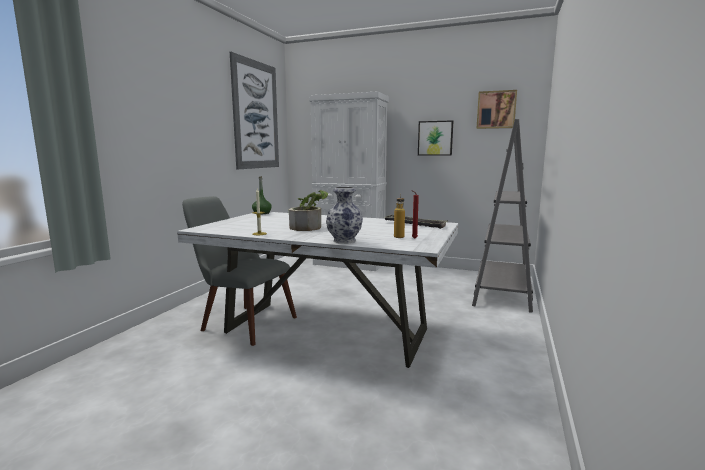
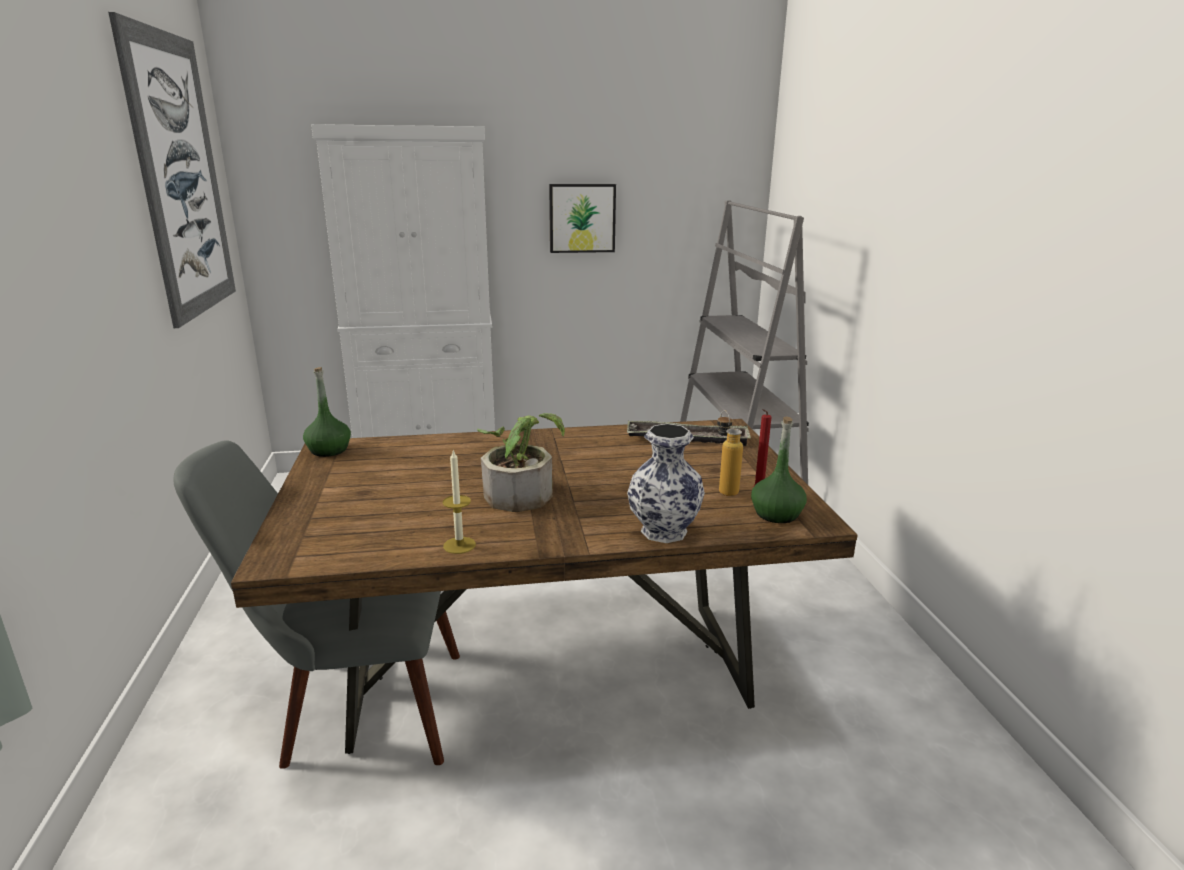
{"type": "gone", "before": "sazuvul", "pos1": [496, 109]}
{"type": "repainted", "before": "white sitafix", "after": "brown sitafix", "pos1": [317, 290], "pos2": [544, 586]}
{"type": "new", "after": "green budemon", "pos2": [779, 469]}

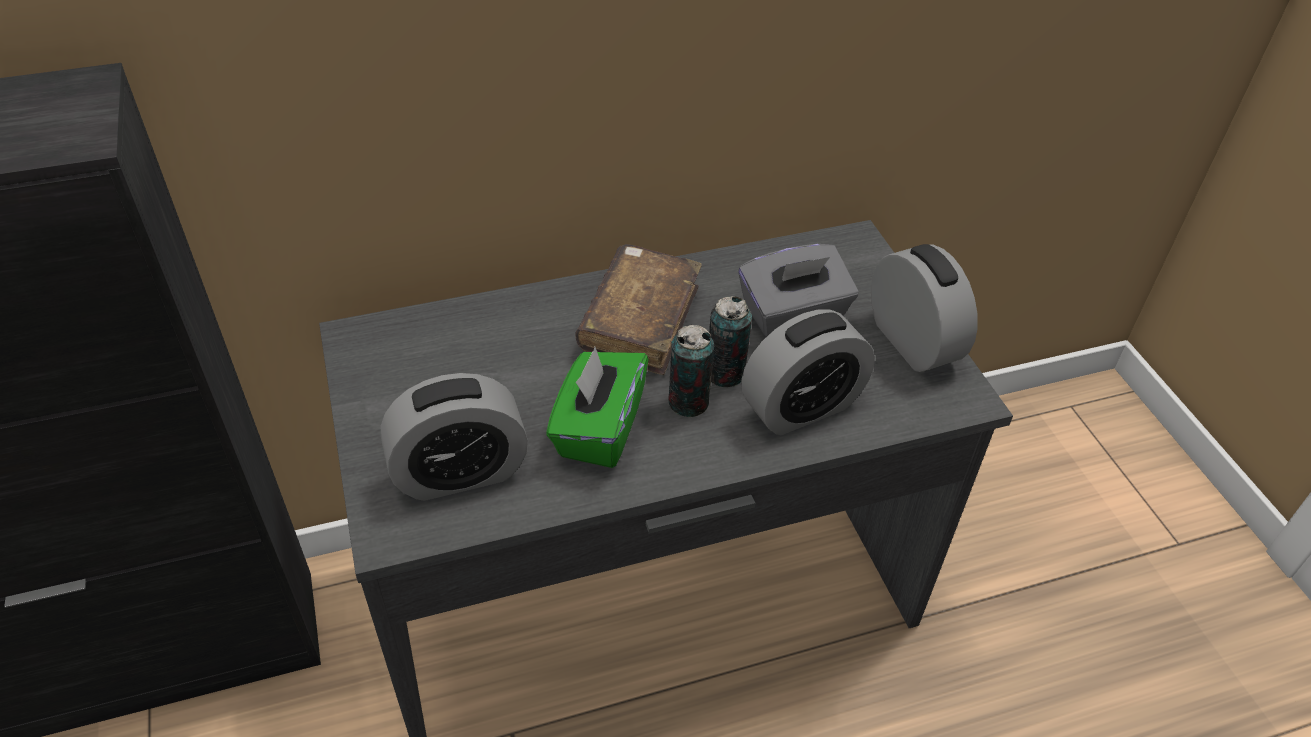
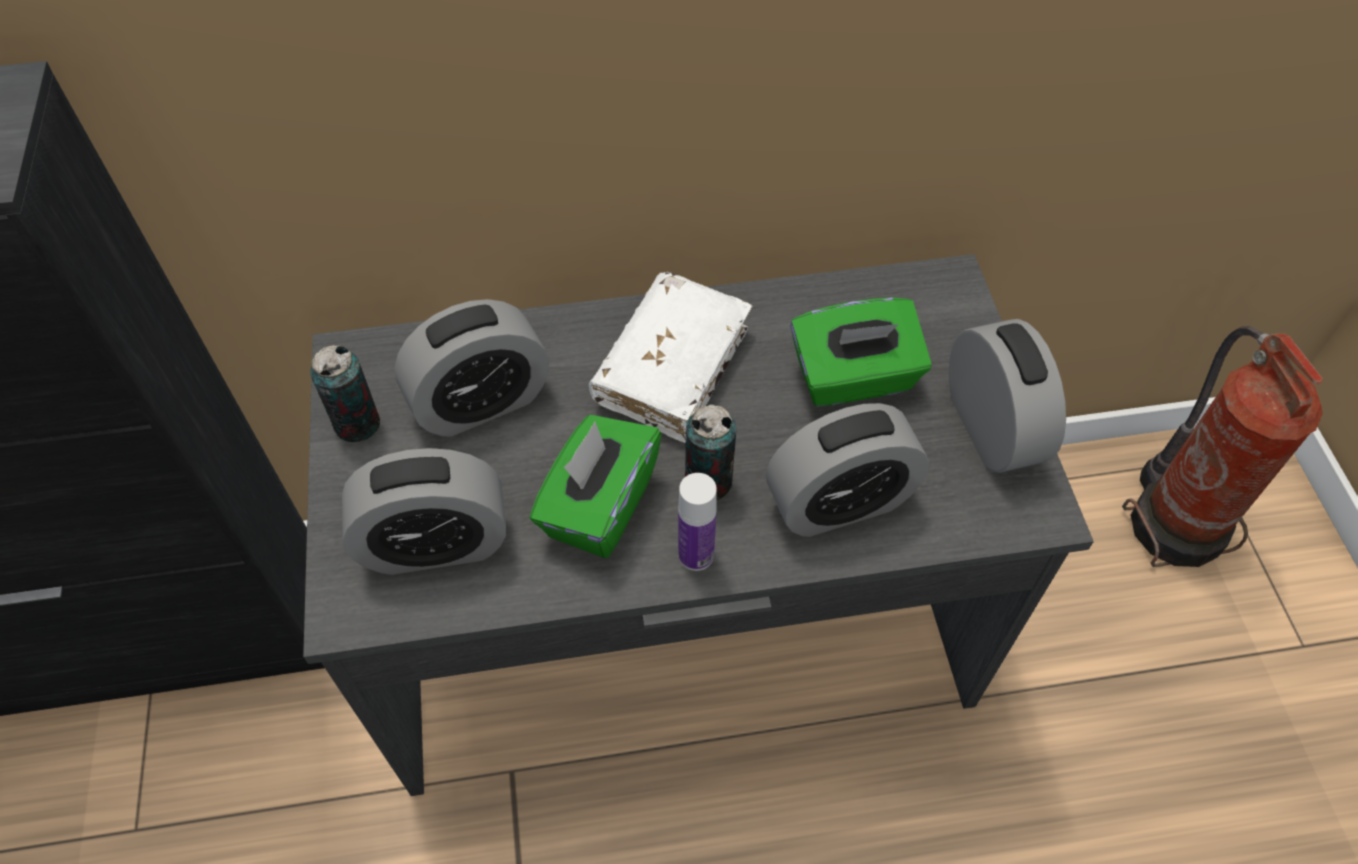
{"type": "repainted", "before": "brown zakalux", "after": "white zakalux", "pos1": [639, 309], "pos2": [670, 357]}
{"type": "repainted", "before": "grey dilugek", "after": "green dilugek", "pos1": [798, 290], "pos2": [861, 352]}
{"type": "shifted", "before": "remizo", "pos1": [730, 341], "pos2": [345, 393]}
{"type": "new", "after": "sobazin", "pos2": [471, 368]}
{"type": "new", "after": "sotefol", "pos2": [1222, 446]}
{"type": "new", "after": "budemon", "pos2": [697, 522]}

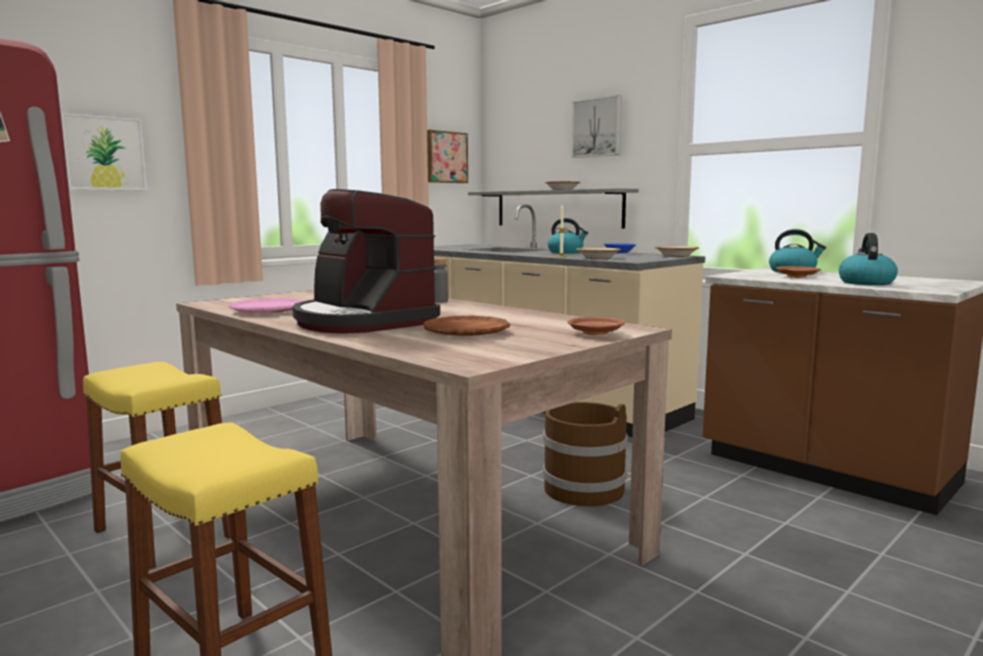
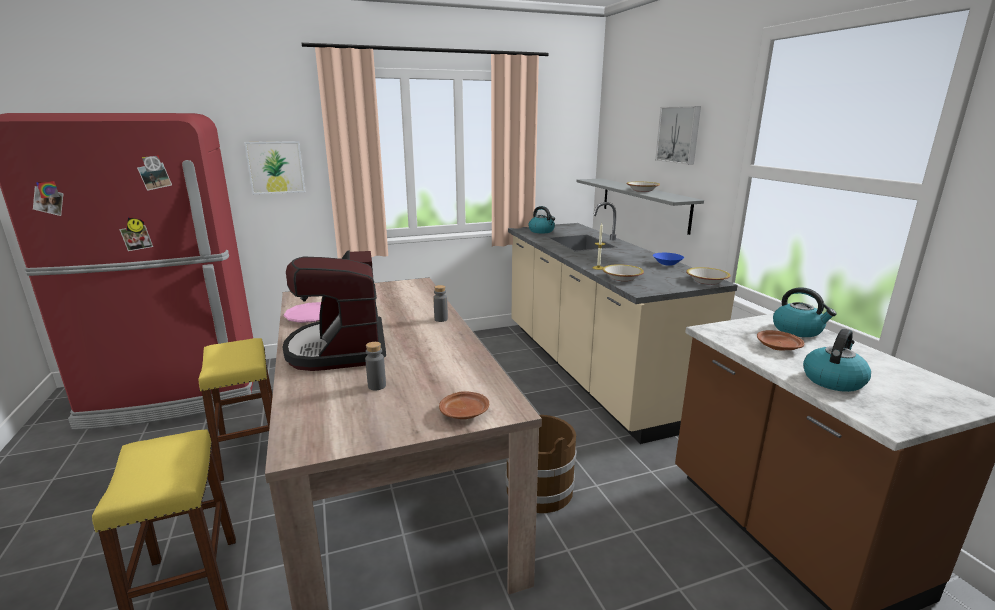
{"type": "gone", "before": "sazuvul", "pos1": [447, 156]}
{"type": "shifted", "before": "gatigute", "pos1": [568, 235], "pos2": [541, 219]}
{"type": "swapped", "before": "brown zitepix", "after": "grey budemon", "pos1": [466, 326], "pos2": [375, 366]}

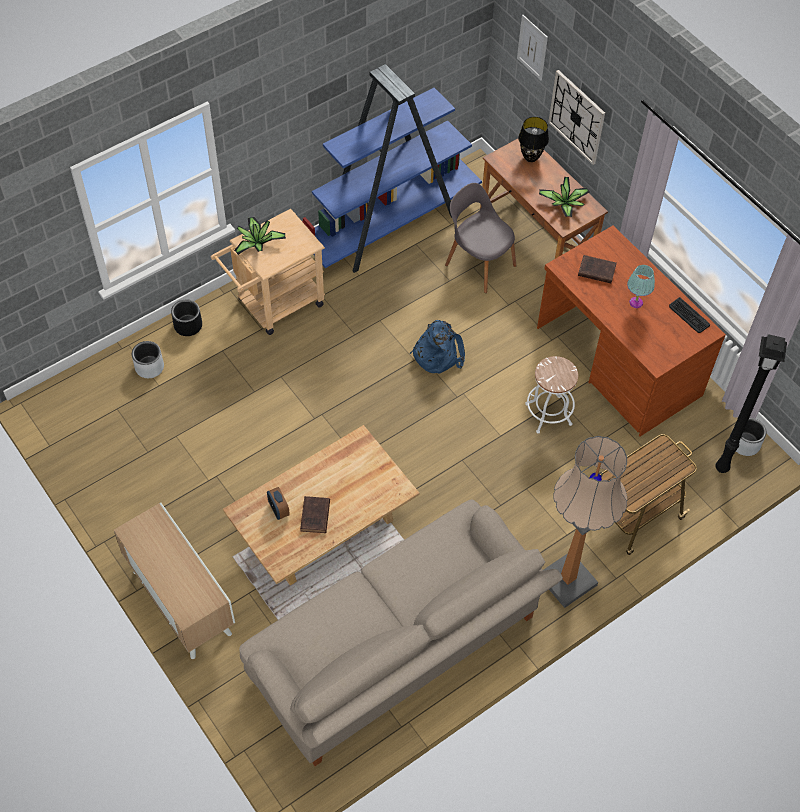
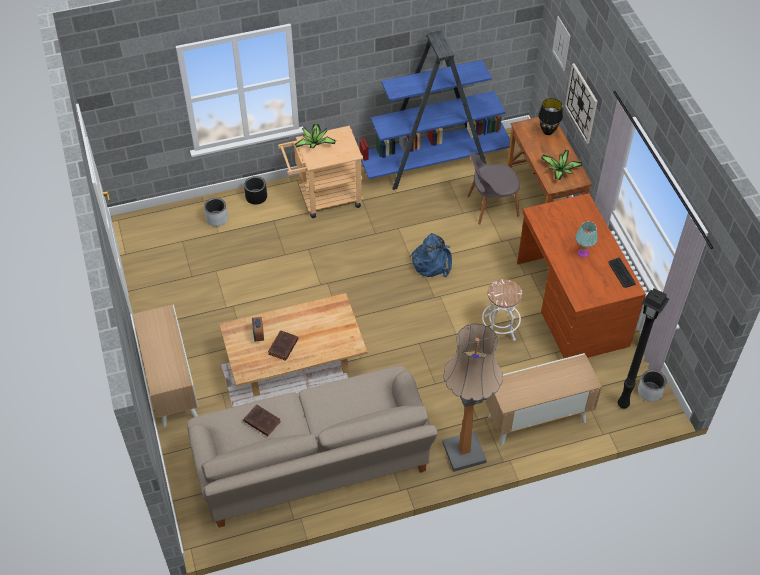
{"type": "rotated", "before": "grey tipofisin", "pos1": [480, 238], "pos2": [493, 188], "turn": -75}
{"type": "shifted", "before": "brown zakalux", "pos1": [597, 269], "pos2": [262, 420]}
{"type": "swapped", "before": "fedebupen", "after": "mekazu", "pos1": [648, 494], "pos2": [543, 399]}

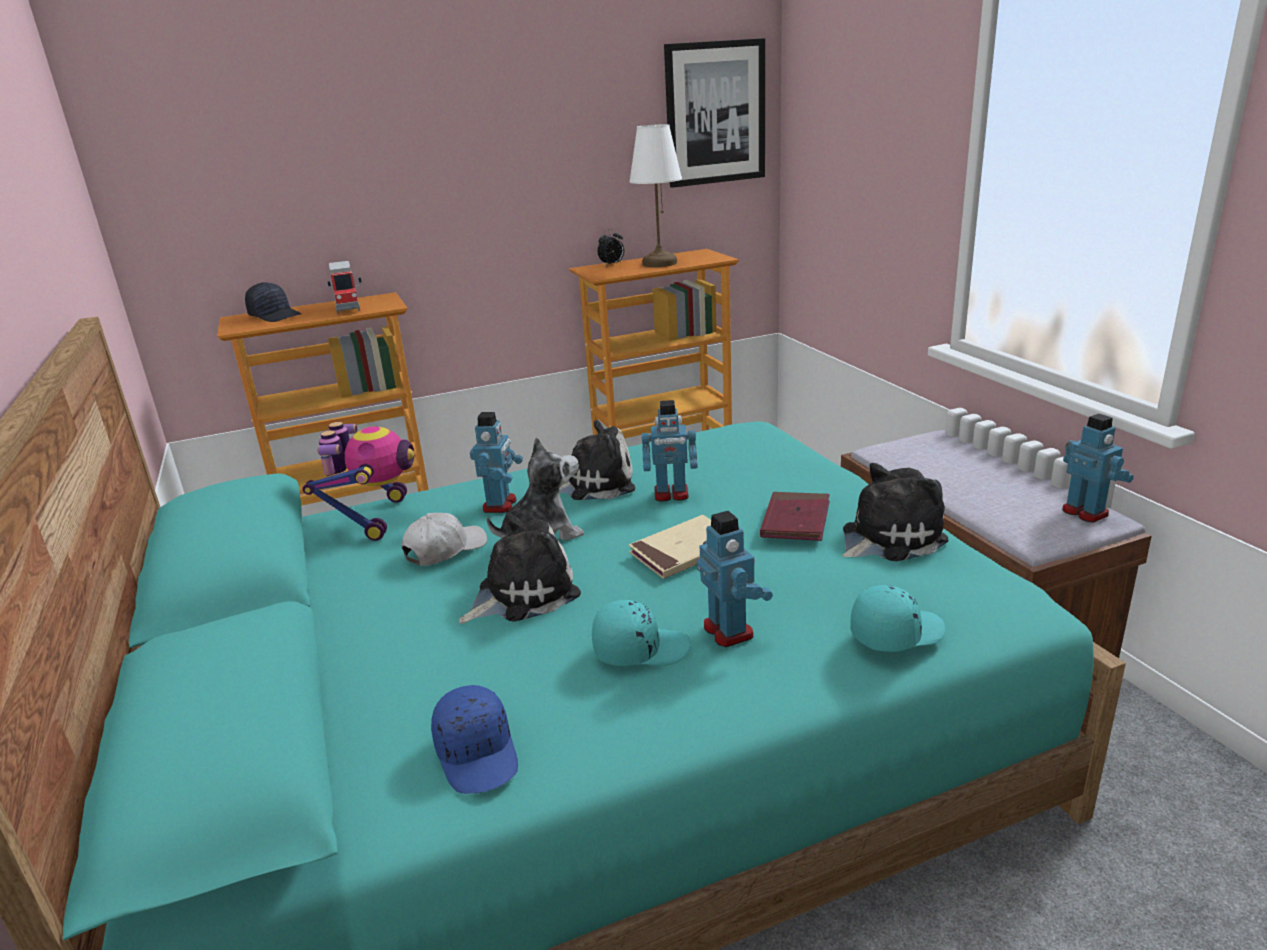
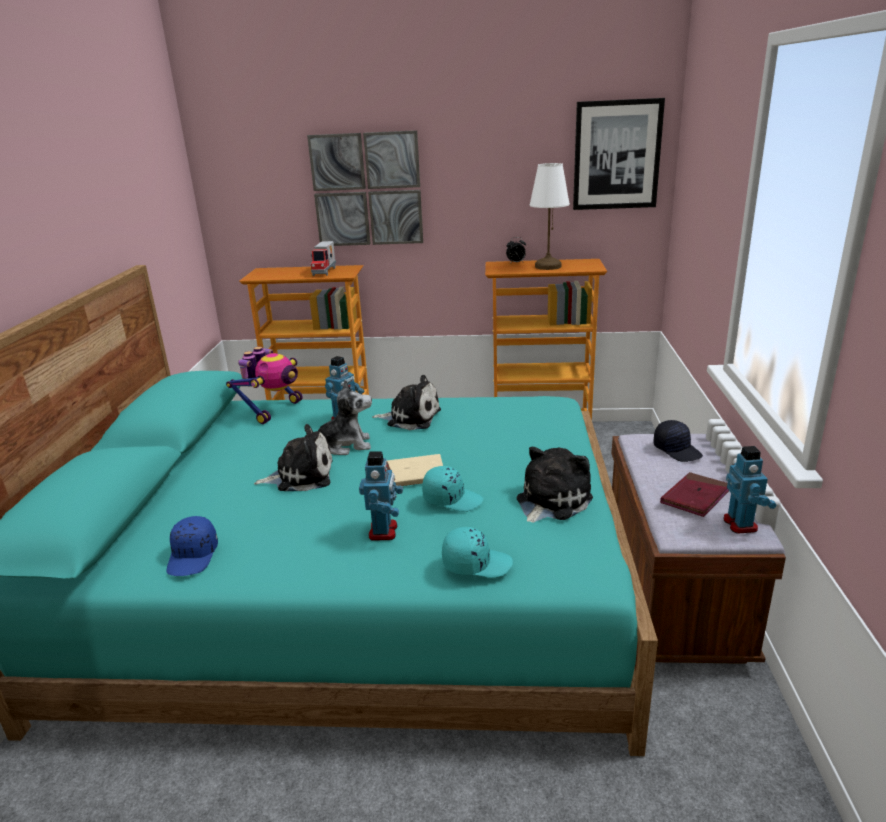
{"type": "shifted", "before": "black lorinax", "pos1": [273, 302], "pos2": [678, 441]}
{"type": "gone", "before": "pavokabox", "pos1": [670, 451]}
{"type": "rotated", "before": "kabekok", "pos1": [895, 512], "pos2": [555, 484], "turn": -45}
{"type": "shifted", "before": "red zakalux", "pos1": [795, 516], "pos2": [694, 494]}
{"type": "gone", "before": "white lorinax", "pos1": [444, 539]}
{"type": "shifted", "before": "turquoise lorinax", "pos1": [641, 633], "pos2": [452, 489]}
{"type": "new", "after": "sazuvul", "pos2": [365, 188]}

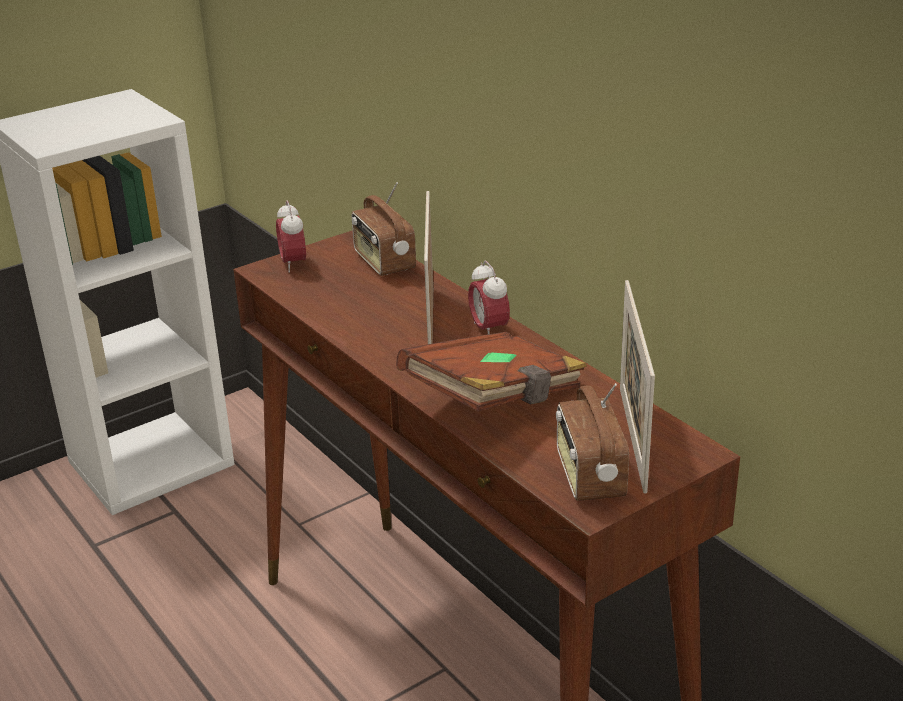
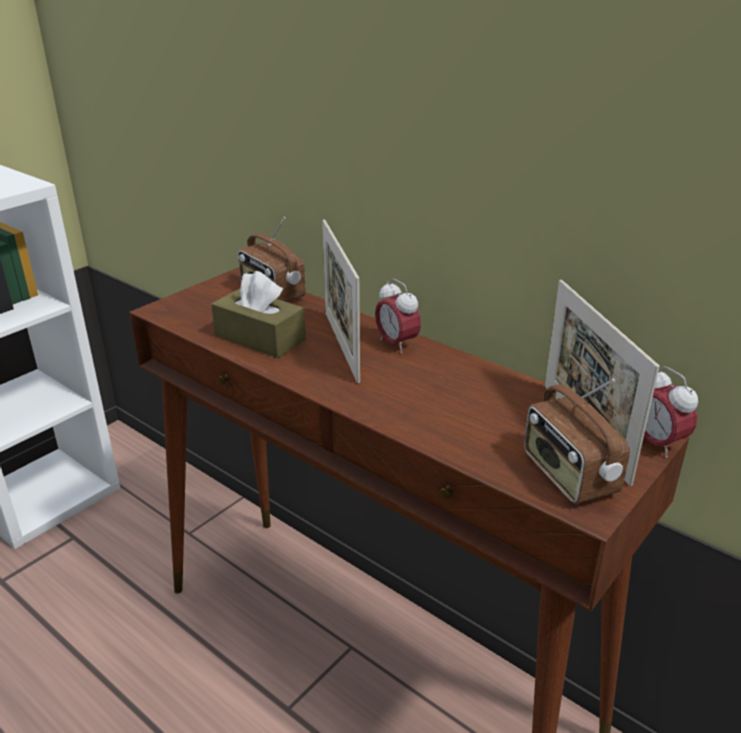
{"type": "shifted", "before": "sobazin", "pos1": [291, 236], "pos2": [671, 412]}
{"type": "gone", "before": "brown zakalux", "pos1": [491, 372]}
{"type": "new", "after": "brown dilugek", "pos2": [258, 314]}

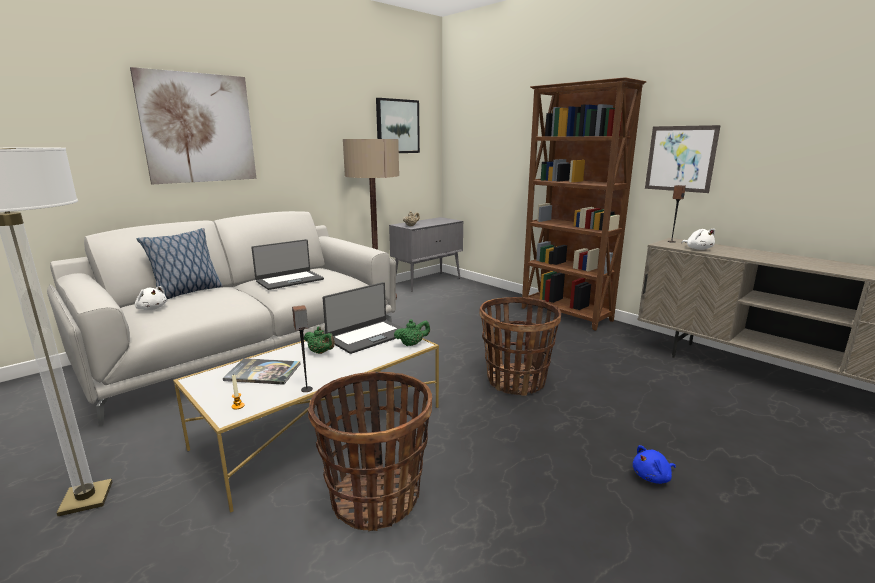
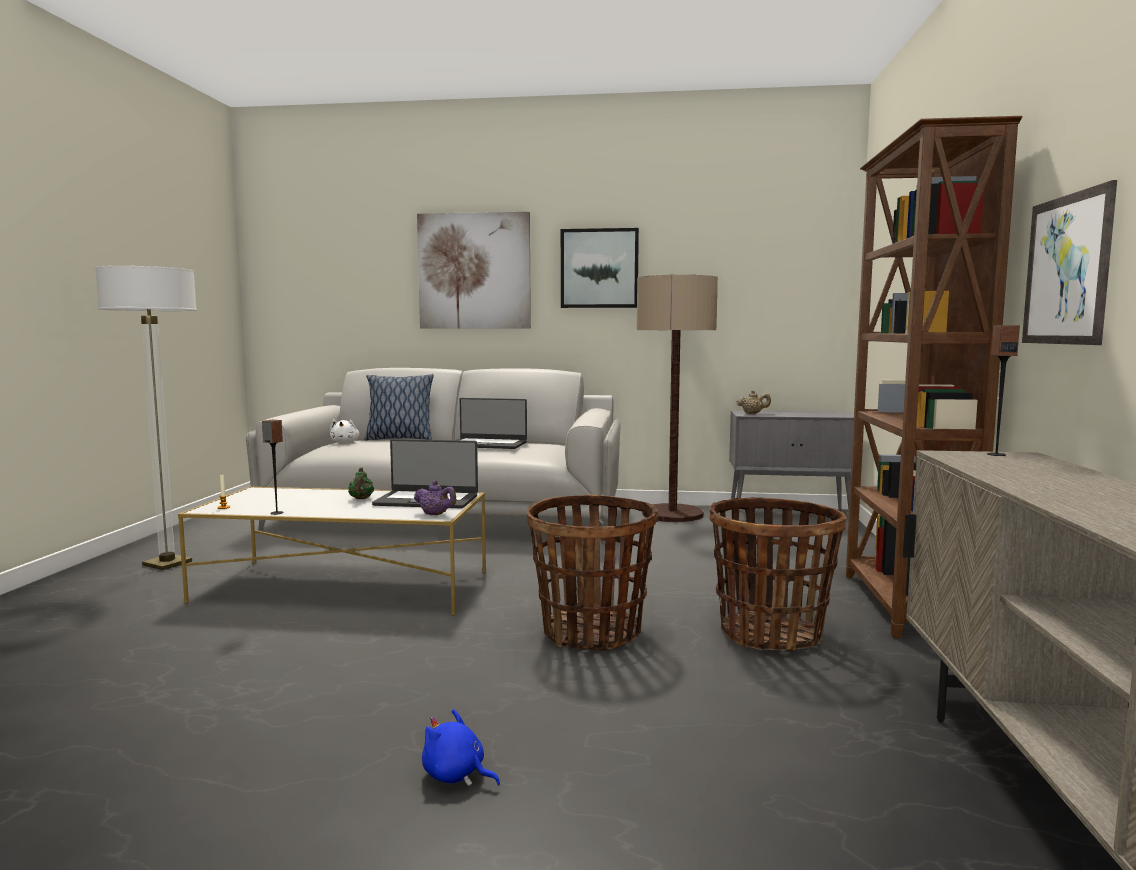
{"type": "shifted", "before": "sazuvul", "pos1": [398, 125], "pos2": [600, 268]}
{"type": "gone", "before": "white kabekok", "pos1": [698, 239]}
{"type": "repainted", "before": "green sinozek", "after": "purple sinozek", "pos1": [412, 332], "pos2": [435, 497]}
{"type": "gone", "before": "zakalux", "pos1": [261, 371]}
{"type": "shifted", "before": "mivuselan", "pos1": [370, 452], "pos2": [778, 574]}

